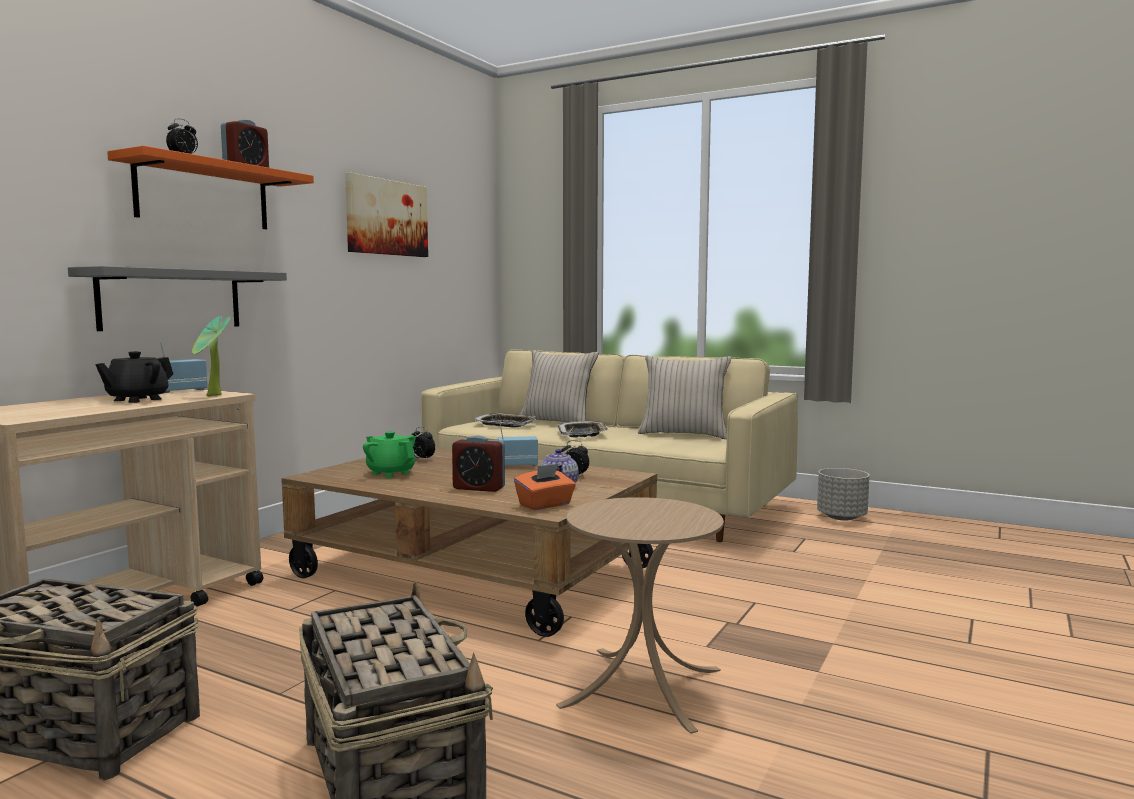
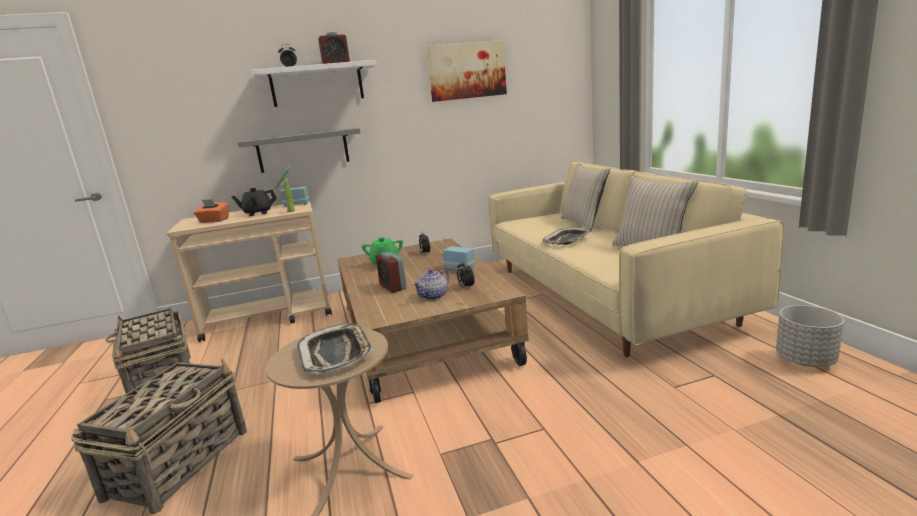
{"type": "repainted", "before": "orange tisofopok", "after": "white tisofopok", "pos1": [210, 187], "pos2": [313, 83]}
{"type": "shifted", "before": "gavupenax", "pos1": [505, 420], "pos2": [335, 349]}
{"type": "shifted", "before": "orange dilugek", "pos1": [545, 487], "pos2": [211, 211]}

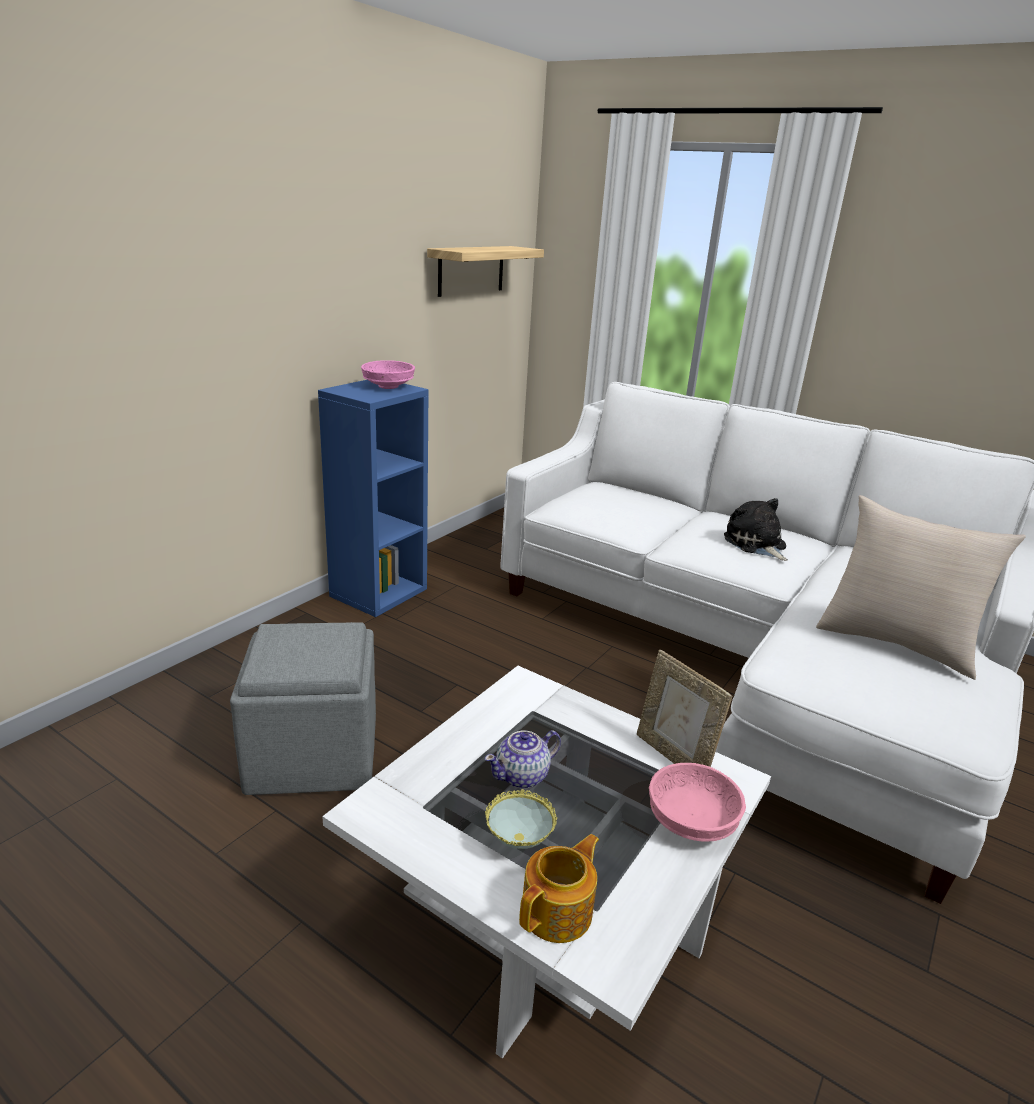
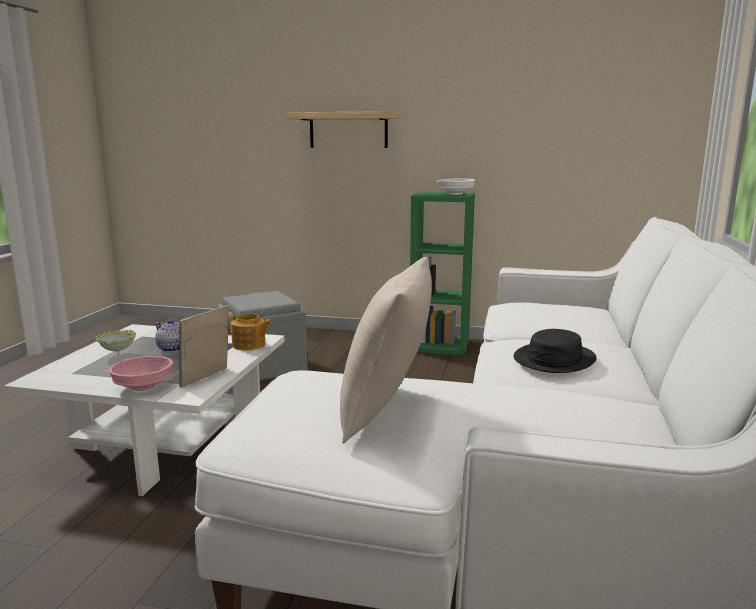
{"type": "shifted", "before": "tisofopok", "pos1": [485, 271], "pos2": [343, 129]}
{"type": "repainted", "before": "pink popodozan", "after": "white popodozan", "pos1": [388, 374], "pos2": [456, 186]}
{"type": "repainted", "before": "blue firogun", "after": "green firogun", "pos1": [373, 498], "pos2": [442, 274]}
{"type": "swapped", "before": "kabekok", "after": "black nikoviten", "pos1": [756, 529], "pos2": [555, 351]}
{"type": "shifted", "before": "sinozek", "pos1": [559, 888], "pos2": [250, 332]}

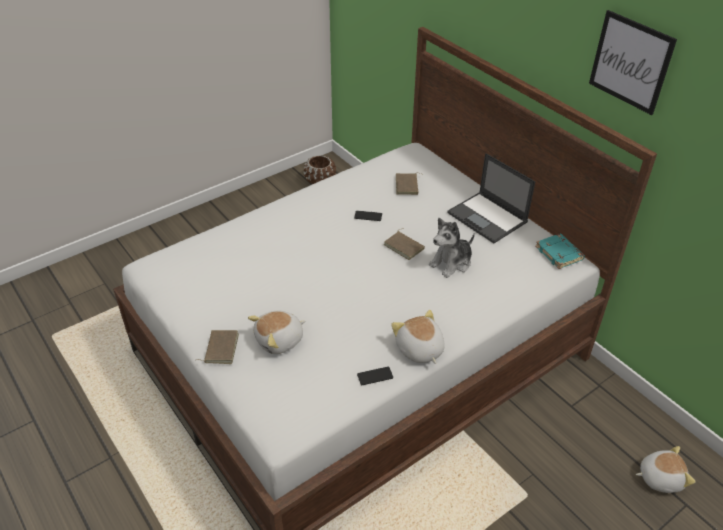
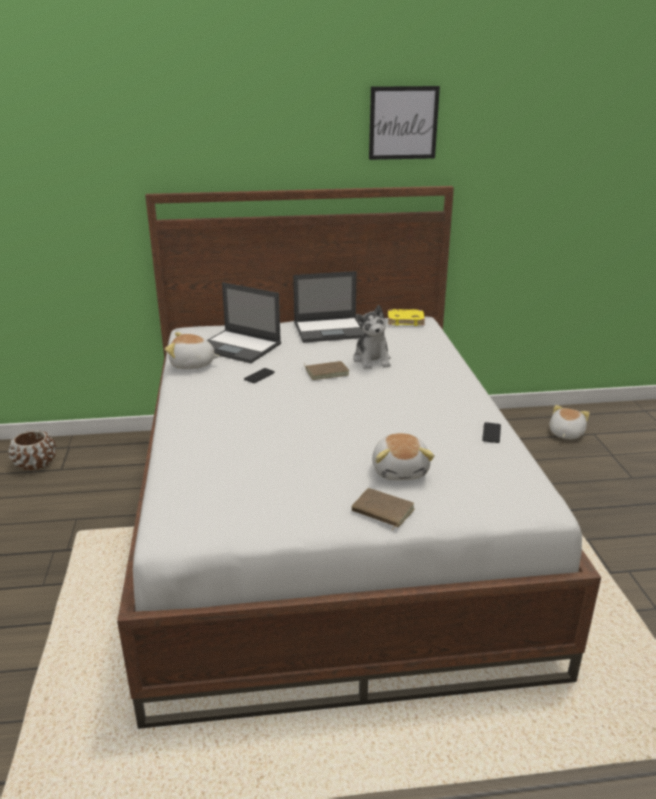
{"type": "swapped", "before": "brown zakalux", "after": "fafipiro", "pos1": [408, 184], "pos2": [244, 322]}
{"type": "repainted", "before": "turquoise zakalux", "after": "yellow zakalux", "pos1": [560, 251], "pos2": [406, 317]}
{"type": "shifted", "before": "kabekok", "pos1": [418, 337], "pos2": [192, 350]}

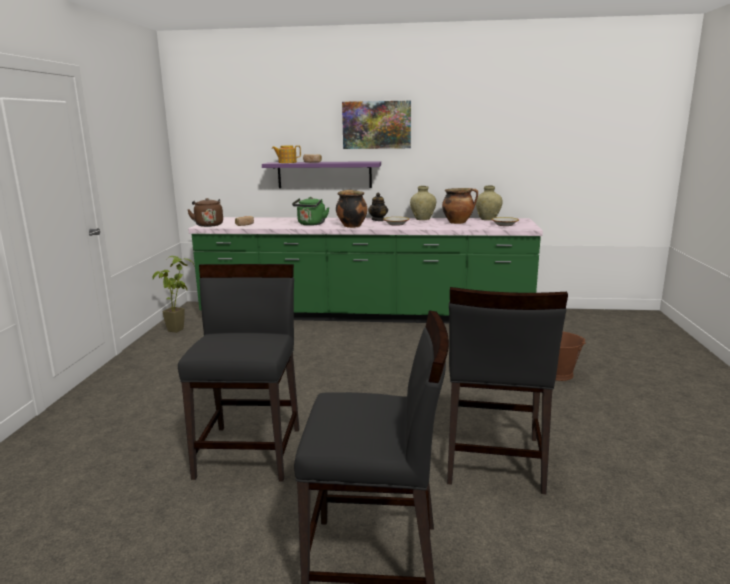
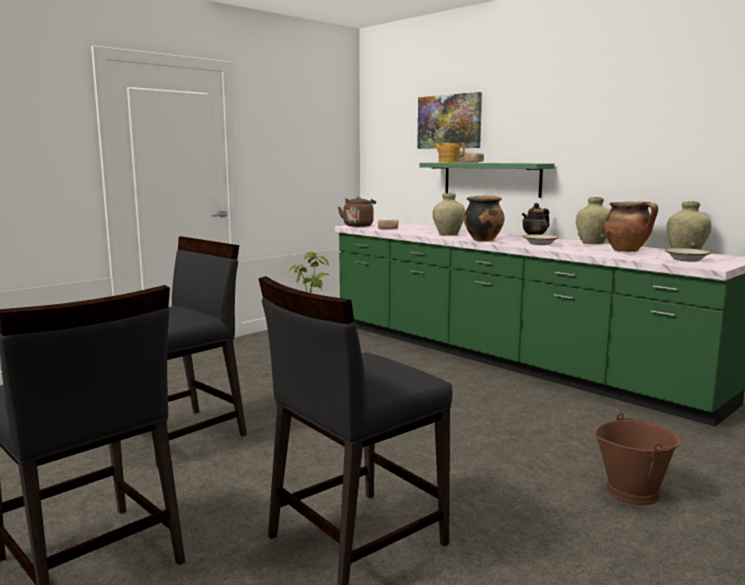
{"type": "shifted", "before": "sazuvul", "pos1": [376, 125], "pos2": [449, 120]}
{"type": "repainted", "before": "purple tisofopok", "after": "green tisofopok", "pos1": [321, 174], "pos2": [487, 180]}
{"type": "swapped", "before": "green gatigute", "after": "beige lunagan", "pos1": [311, 211], "pos2": [448, 214]}

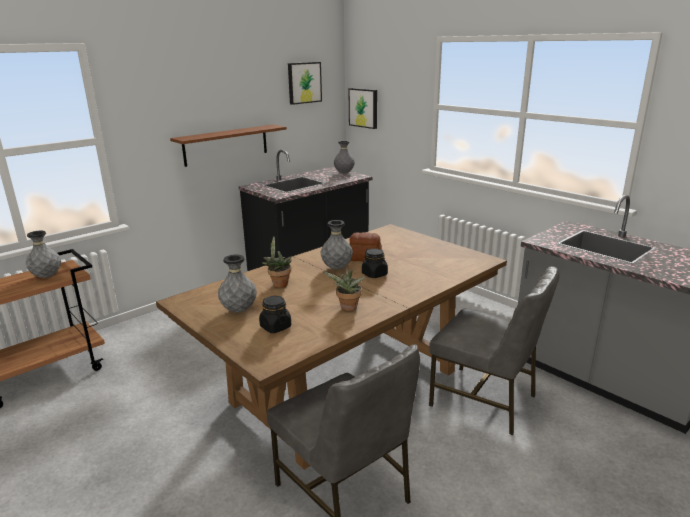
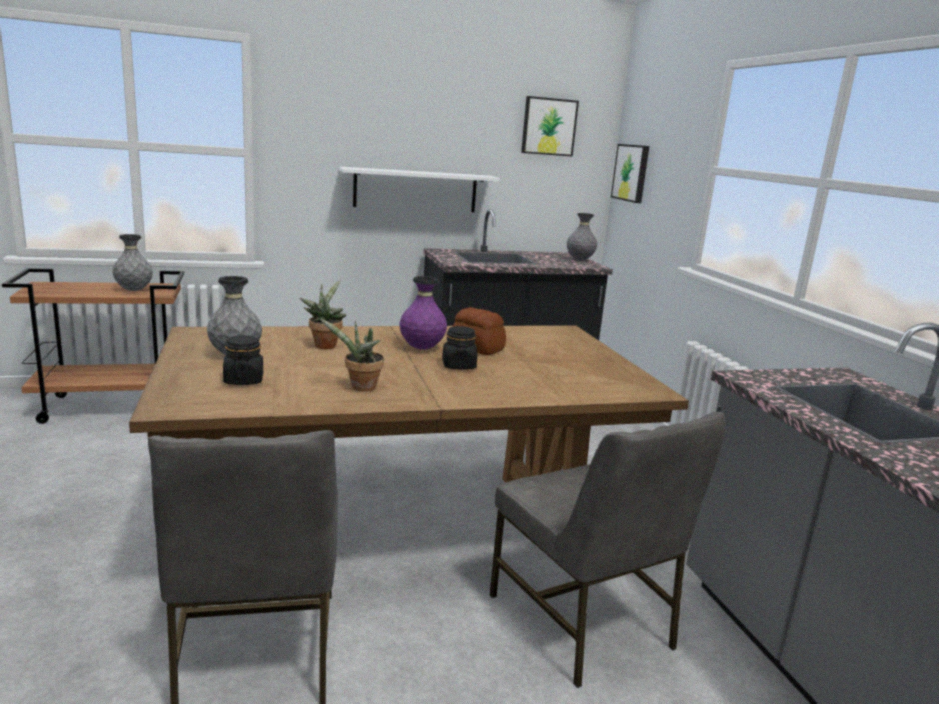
{"type": "repainted", "before": "brown tisofopok", "after": "white tisofopok", "pos1": [228, 145], "pos2": [419, 189]}
{"type": "repainted", "before": "grey lunagan", "after": "purple lunagan", "pos1": [336, 244], "pos2": [423, 313]}

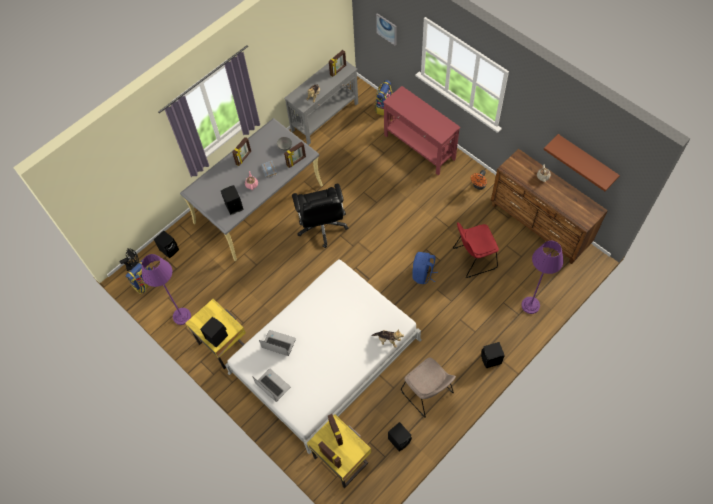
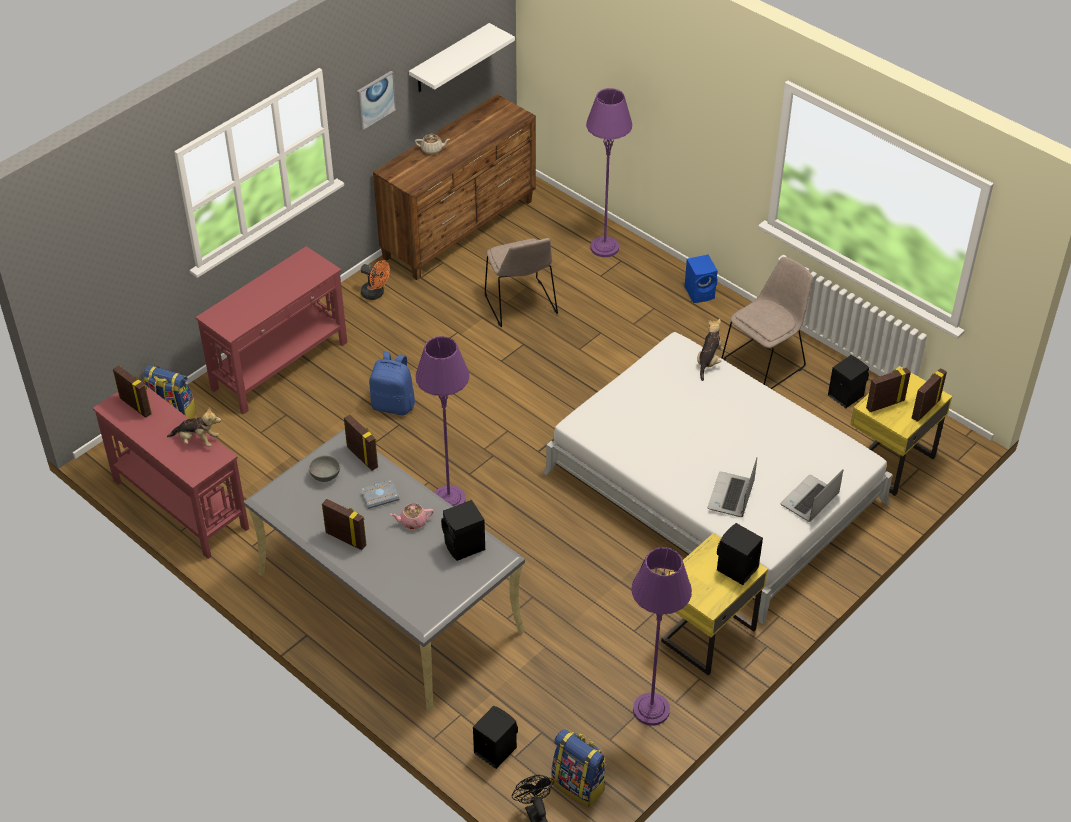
{"type": "shifted", "before": "sazuvul", "pos1": [386, 29], "pos2": [376, 100]}
{"type": "repainted", "before": "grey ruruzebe", "after": "red ruruzebe", "pos1": [321, 103], "pos2": [171, 471]}
{"type": "repainted", "before": "brown tisofopok", "after": "white tisofopok", "pos1": [581, 162], "pos2": [462, 57]}
{"type": "swapped", "before": "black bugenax", "after": "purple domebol", "pos1": [320, 216], "pos2": [443, 421]}
{"type": "repainted", "before": "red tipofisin", "after": "beige tipofisin", "pos1": [476, 250], "pos2": [521, 282]}
{"type": "shifted", "before": "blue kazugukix", "pos1": [425, 268], "pos2": [392, 383]}
{"type": "repainted", "before": "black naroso", "after": "blue naroso", "pos1": [493, 355], "pos2": [701, 279]}

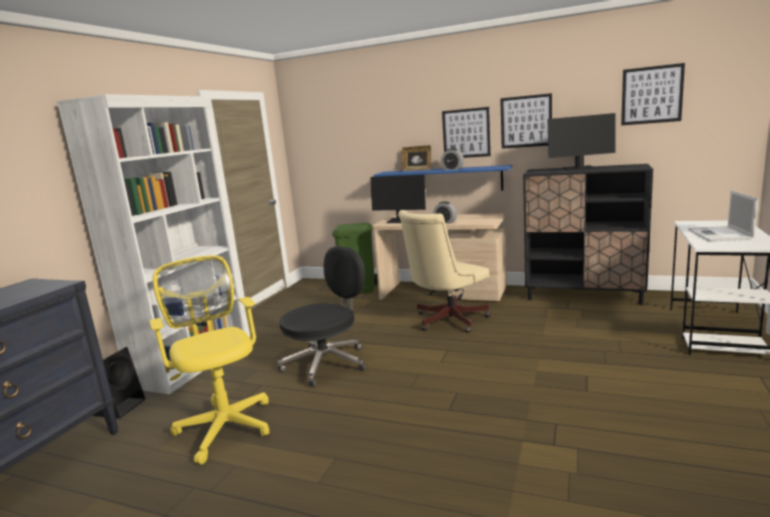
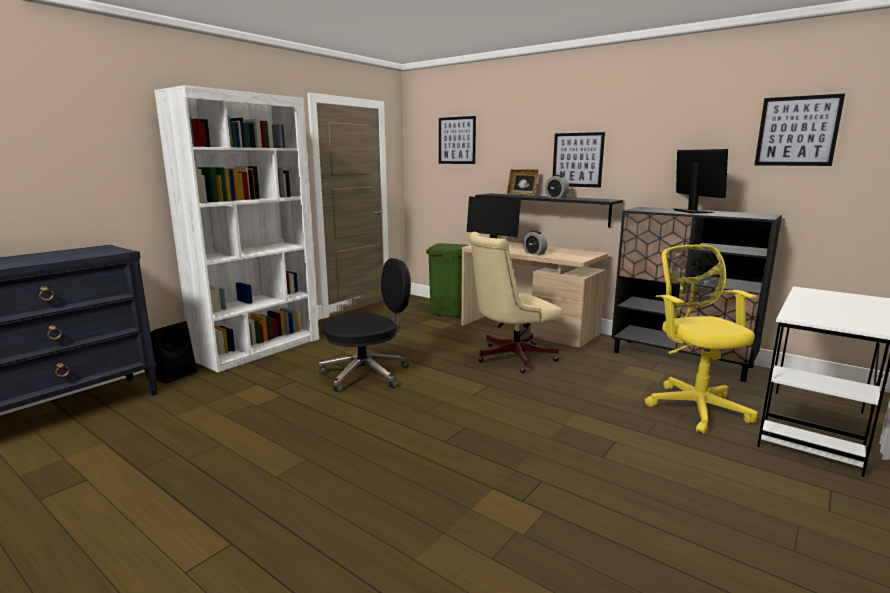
{"type": "shifted", "before": "sazuvul", "pos1": [526, 121], "pos2": [457, 140]}
{"type": "rotated", "before": "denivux", "pos1": [582, 142], "pos2": [700, 181], "turn": -120}
{"type": "repainted", "before": "blue tisofopok", "after": "black tisofopok", "pos1": [443, 177], "pos2": [549, 210]}
{"type": "gone", "before": "fafipiro", "pos1": [723, 216]}
{"type": "shifted", "before": "yellow bugenax", "pos1": [209, 359], "pos2": [701, 340]}

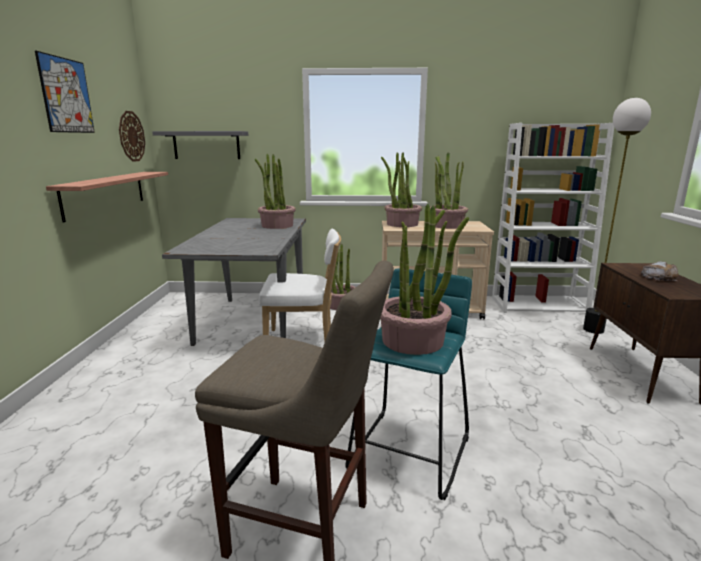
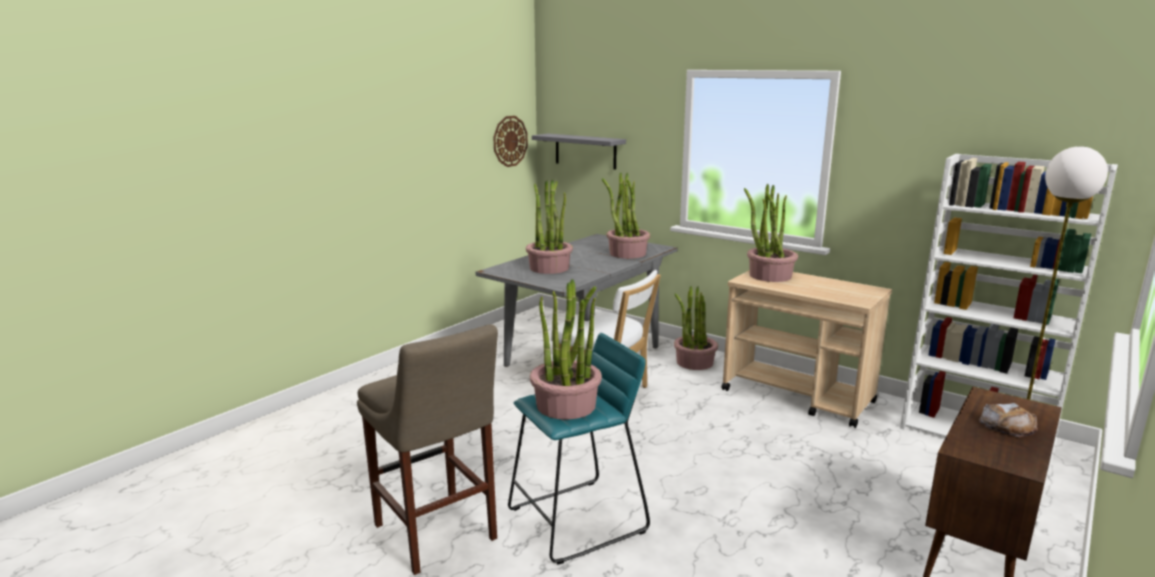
{"type": "gone", "before": "sazuvul", "pos1": [65, 92]}
{"type": "shifted", "before": "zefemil", "pos1": [449, 190], "pos2": [549, 226]}
{"type": "gone", "before": "tisofopok", "pos1": [107, 197]}

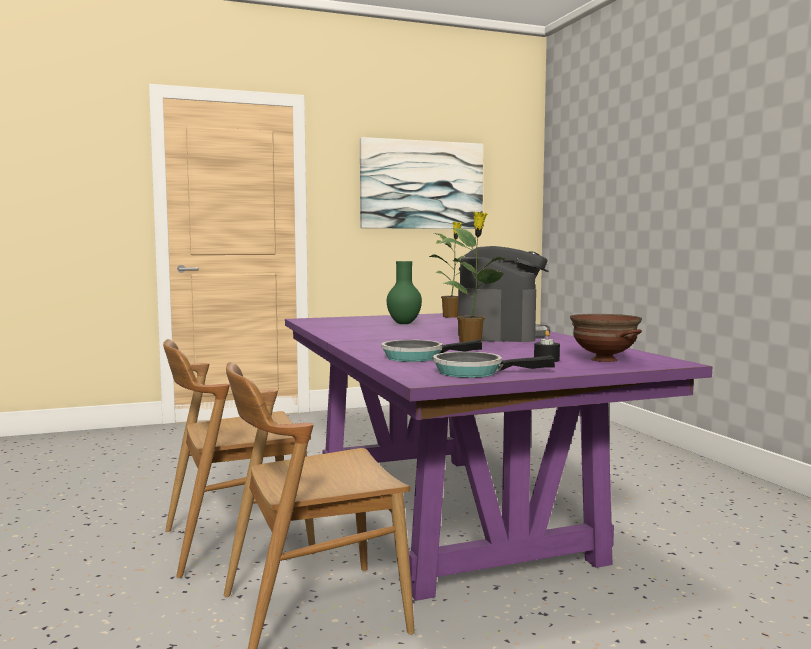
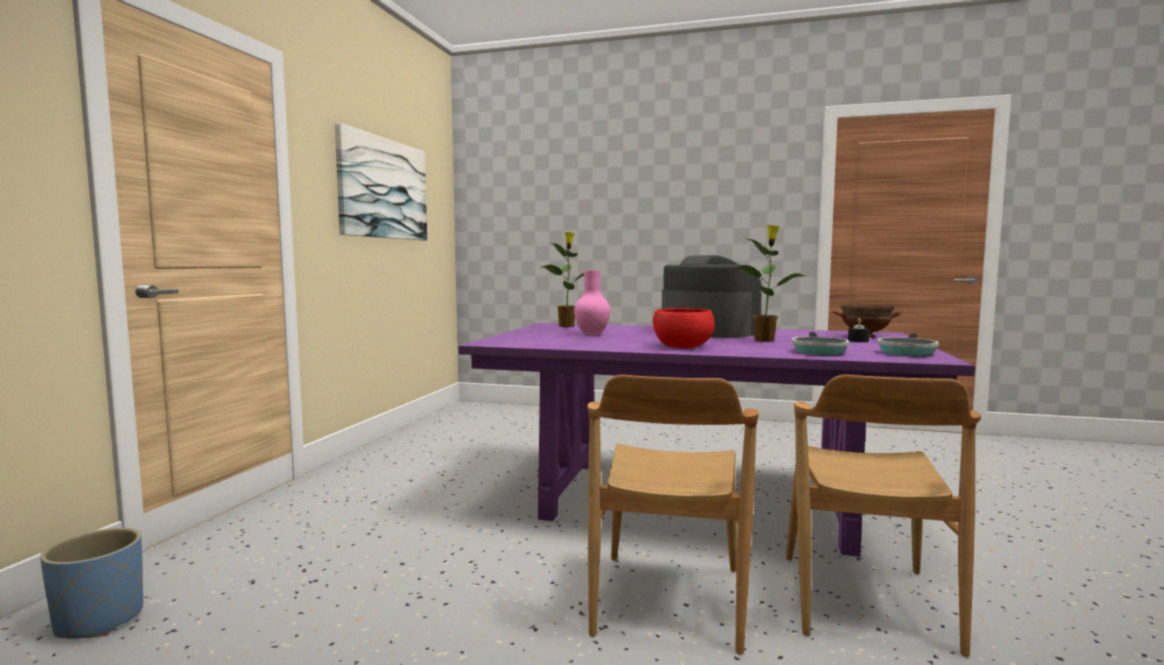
{"type": "repainted", "before": "green lunagan", "after": "pink lunagan", "pos1": [404, 292], "pos2": [592, 303]}
{"type": "new", "after": "red popodozan", "pos2": [684, 328]}
{"type": "new", "after": "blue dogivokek", "pos2": [91, 583]}

